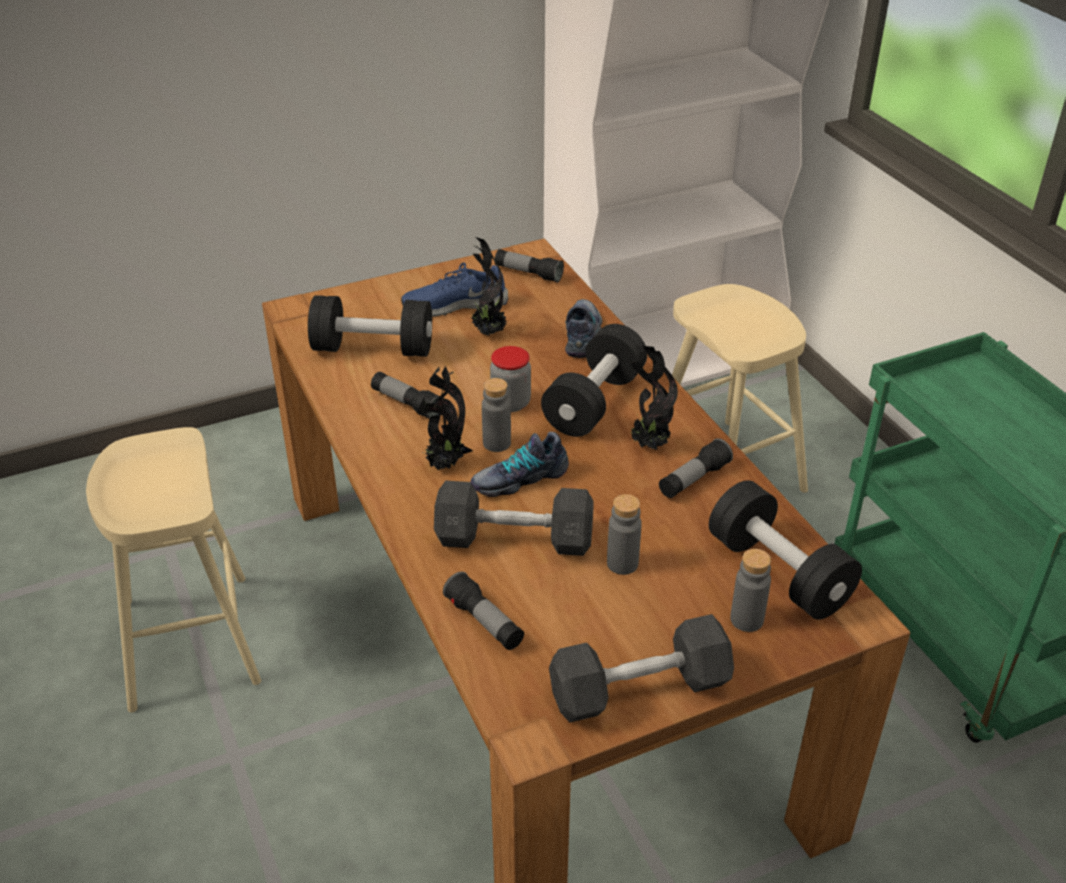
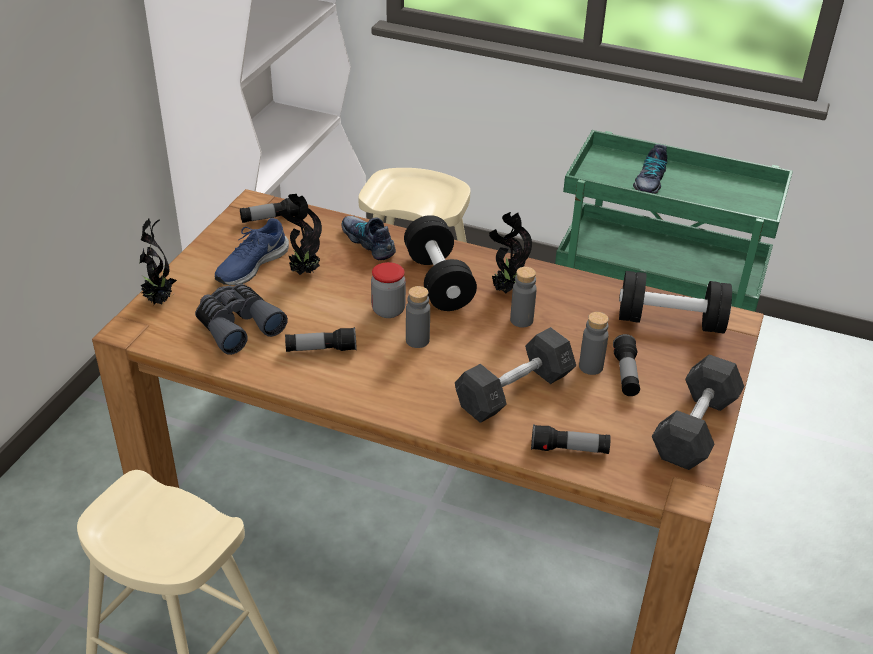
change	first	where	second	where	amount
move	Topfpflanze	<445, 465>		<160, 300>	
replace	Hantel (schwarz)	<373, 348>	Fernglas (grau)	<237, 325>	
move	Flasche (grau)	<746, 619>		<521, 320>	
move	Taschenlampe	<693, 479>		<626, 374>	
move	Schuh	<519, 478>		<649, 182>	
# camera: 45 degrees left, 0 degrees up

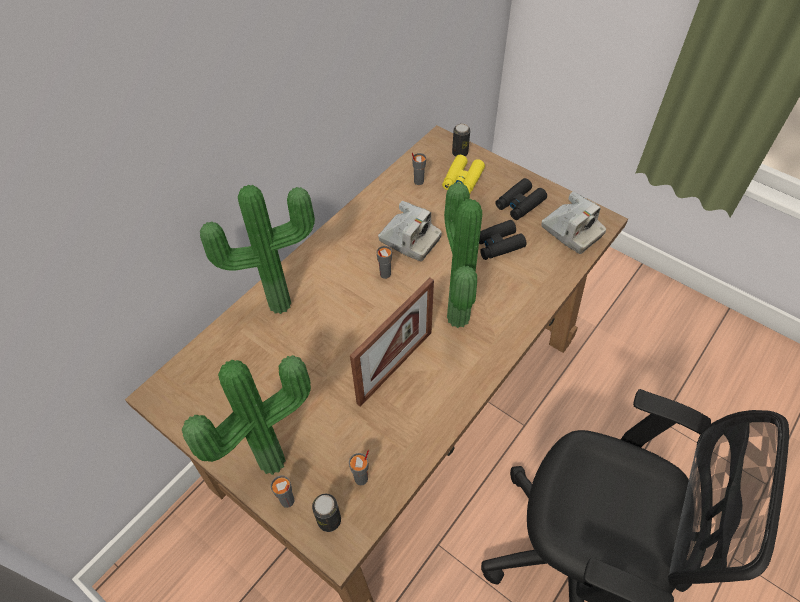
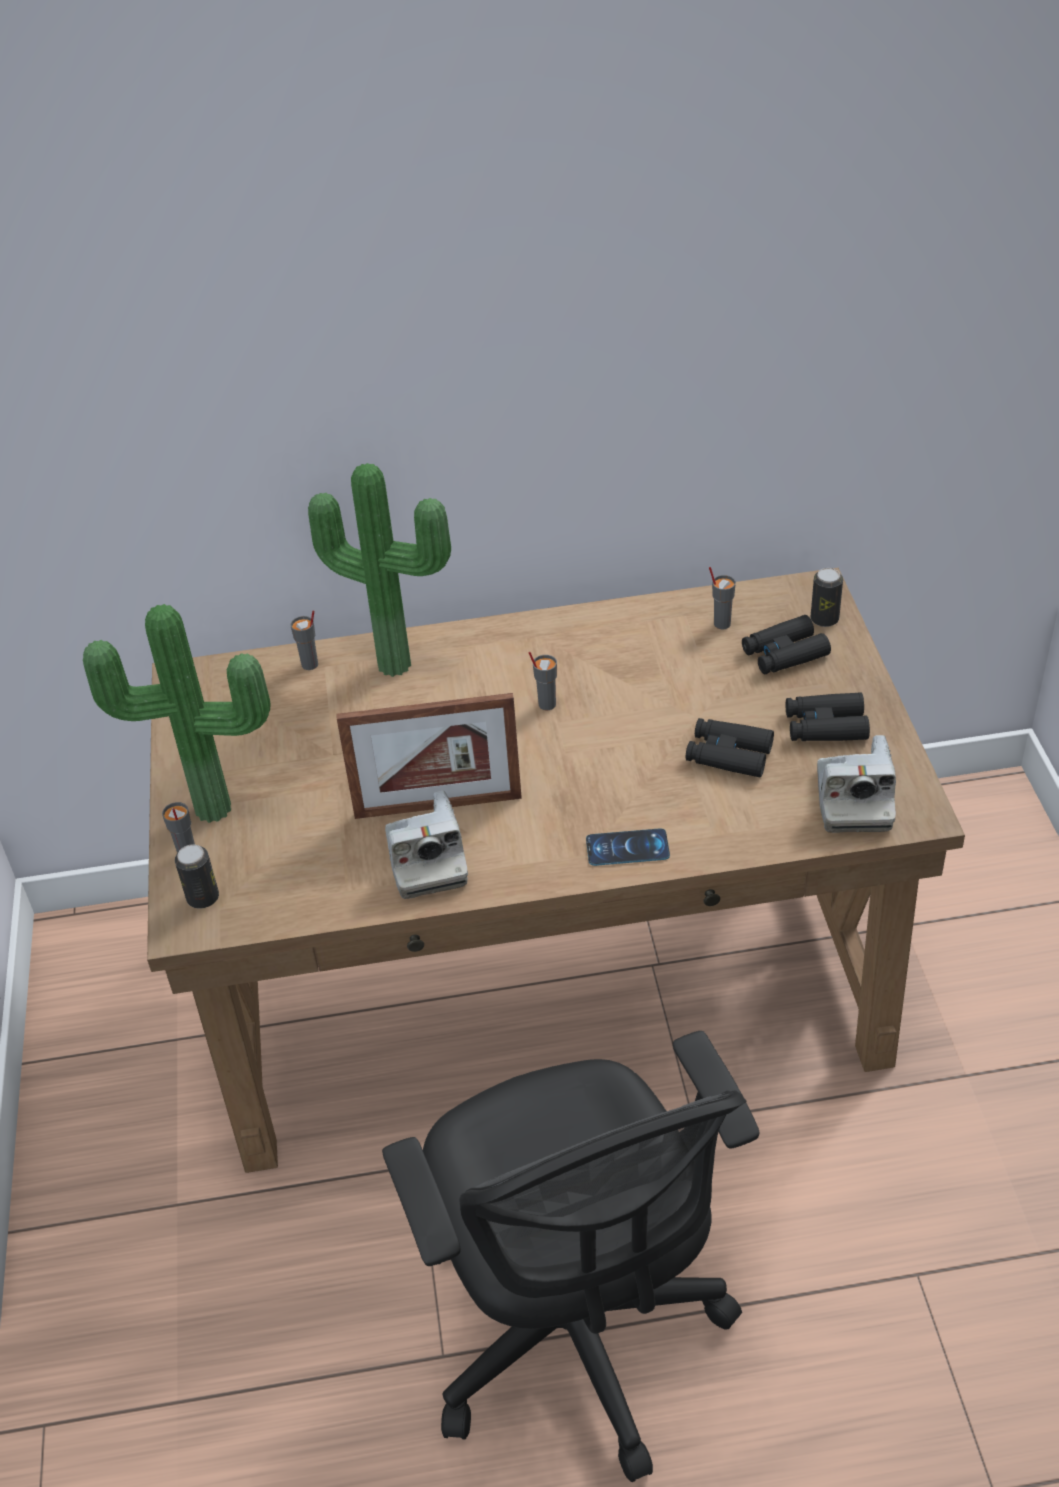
change	first	where	second	where	amount
move	Tasse (grau)	<361, 478>		<310, 664>	
move	Kamera	<409, 240>		<426, 861>	
insert			Handy	<627, 848>	
recolor	Fernglas (gelb)	<462, 180>	Fernglas (schwarz)	<784, 654>	
delete	Topfpflanze	<453, 319>			
# camera: 45 degrees right, 10 degrees down

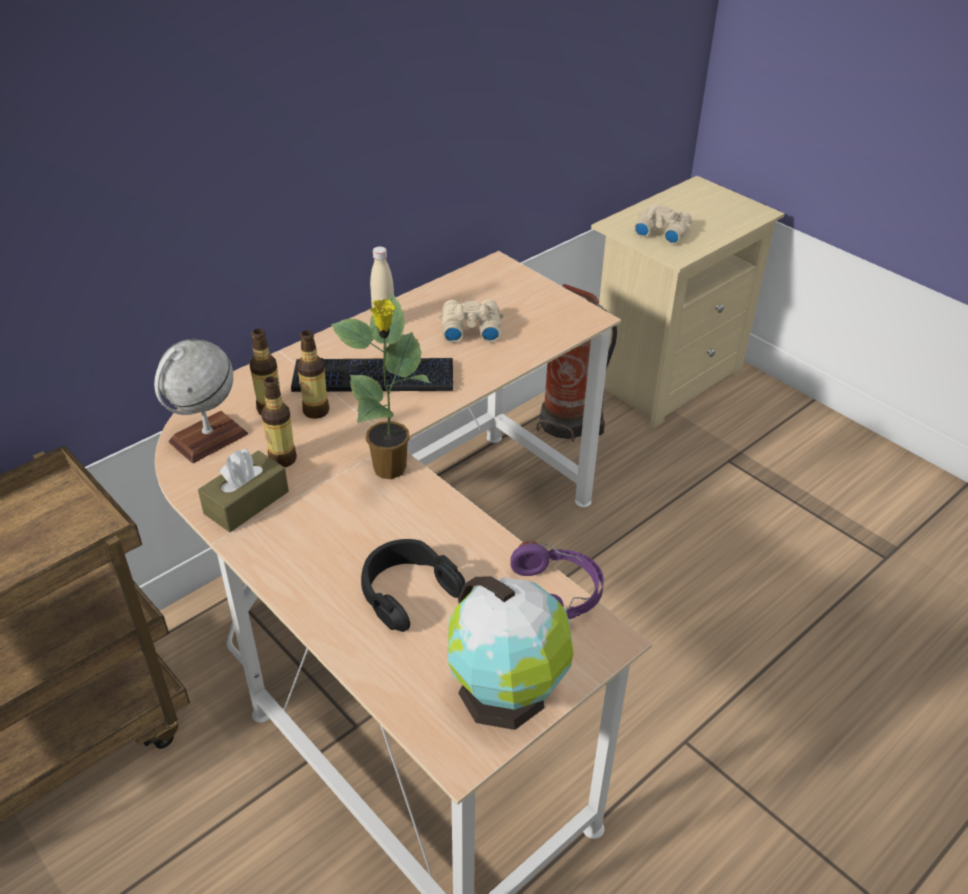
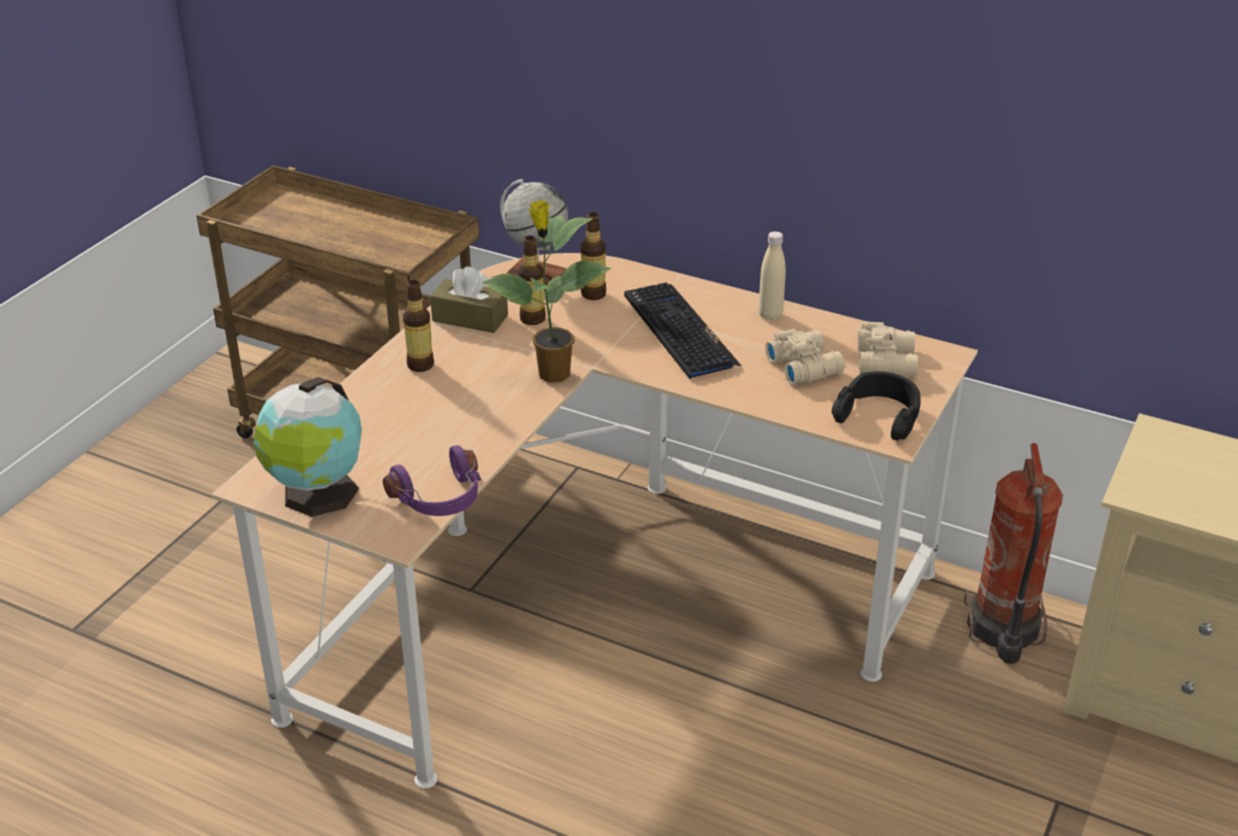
change	first	where	second	where	amount
move	Flasche	<316, 411>		<420, 365>	
move	Kopfhörer (schwarz)	<407, 591>		<879, 415>	
move	Fernglas (beige)	<661, 231>		<887, 361>	
# camera: 70 degrees right, 5 degrees down

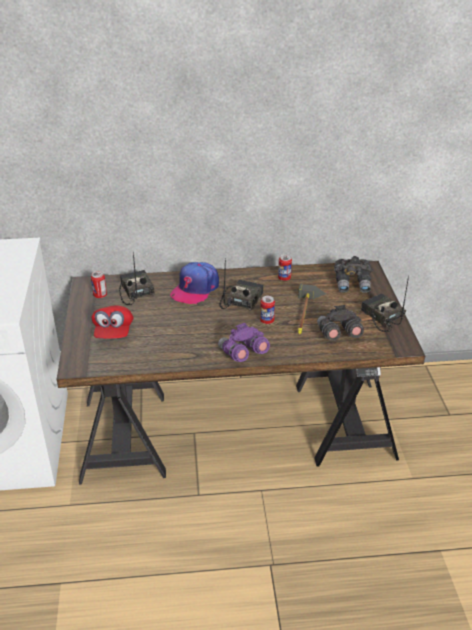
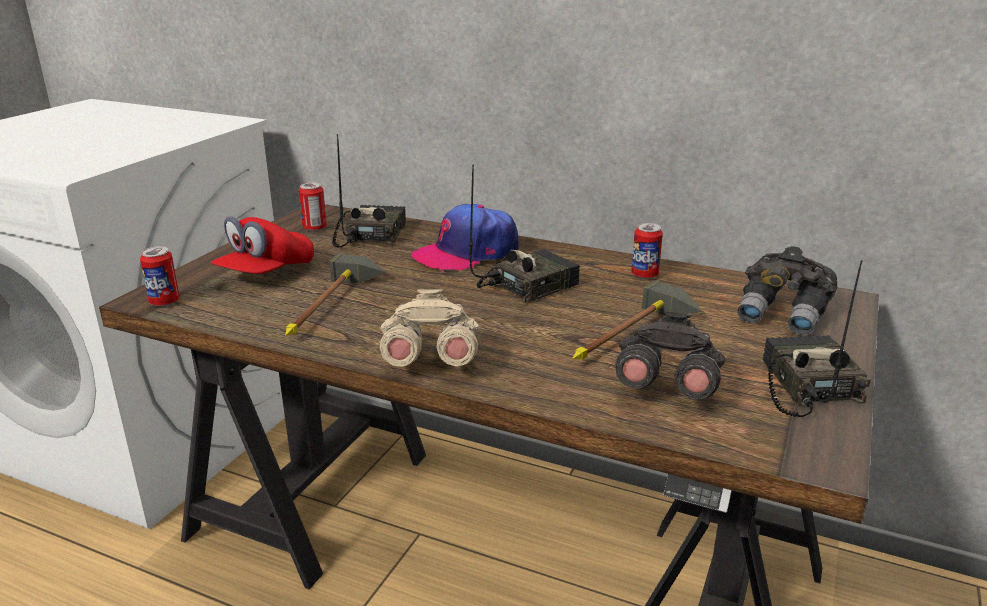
change	first	where	second	where	amount
move	Dose	<267, 321>		<165, 302>	
insert			Hammer	<333, 308>	
recolor	Fernglas (lila)	<242, 354>	Fernglas (beige)	<430, 362>	
# camera: 30 degrees right, 10 degrees down

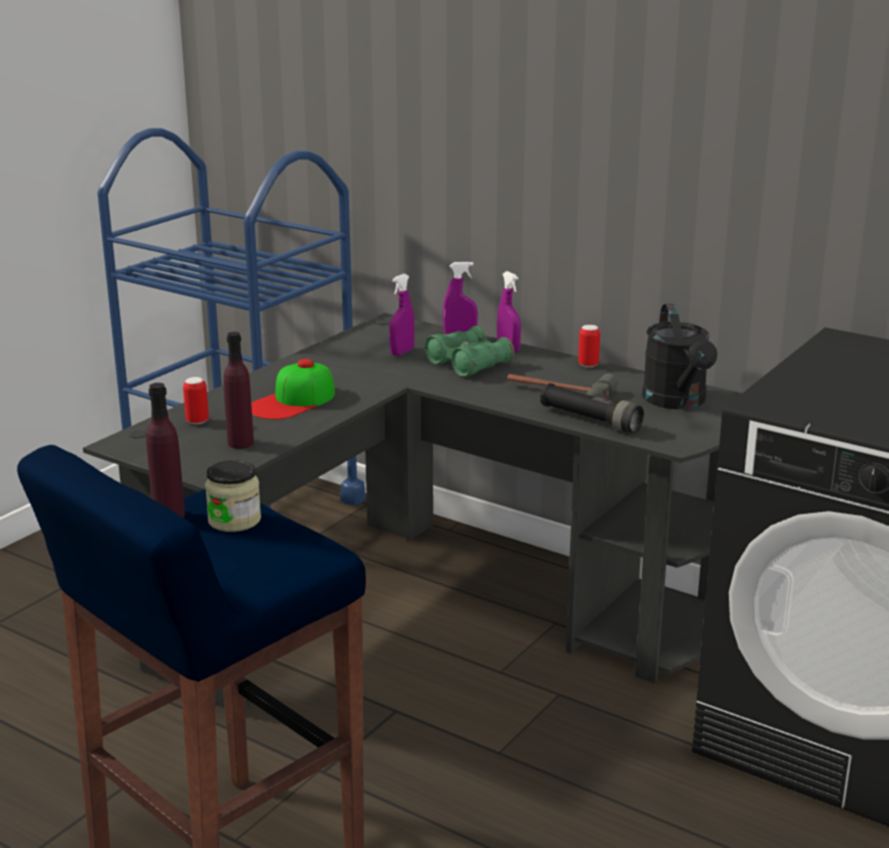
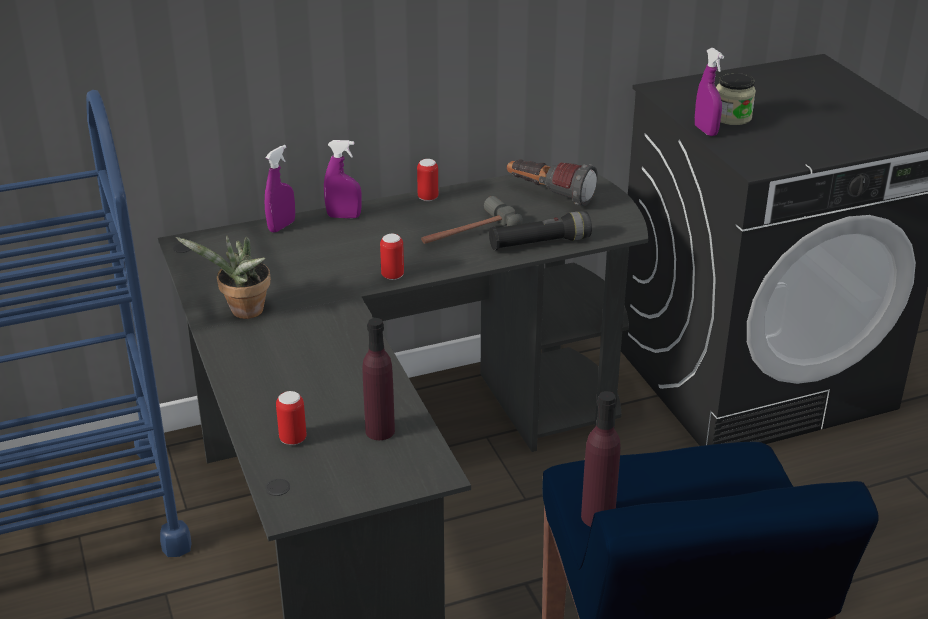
change	first	where	second	where	amount
insert			Topfpflanze	<243, 312>	
insert			Dose	<392, 276>	
replace	Gießkanne (schwarz)	<678, 402>	Taschenlampe	<549, 195>	
move	Sprühflasche (lila)	<402, 352>		<706, 131>	
move	Vorratsglas	<234, 520>		<732, 117>	
delete	Kappe	<292, 401>			
delete	Fernglas (grün)	<469, 364>			
# camera: 55 degrees left, 10 degrees up

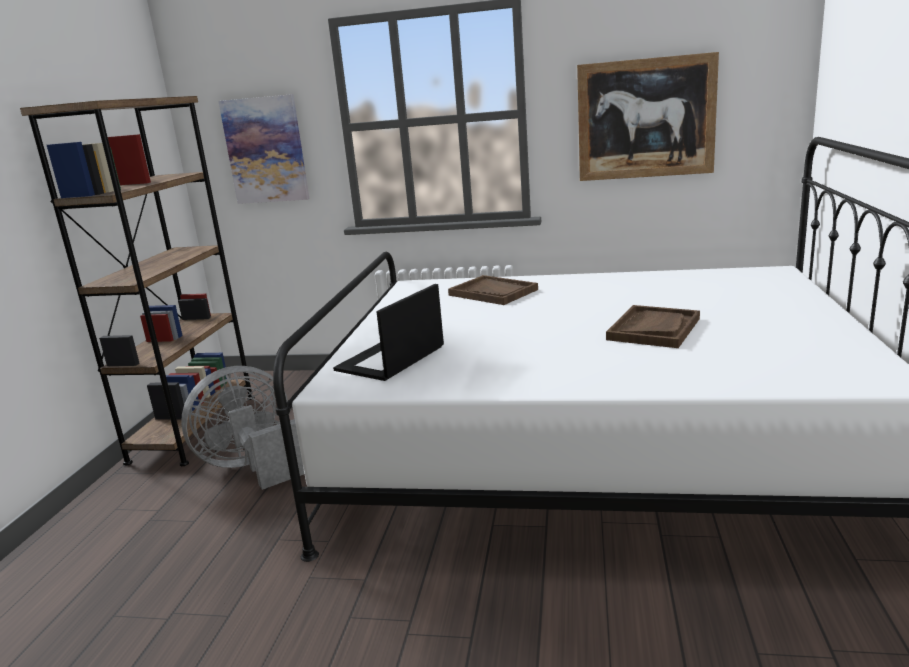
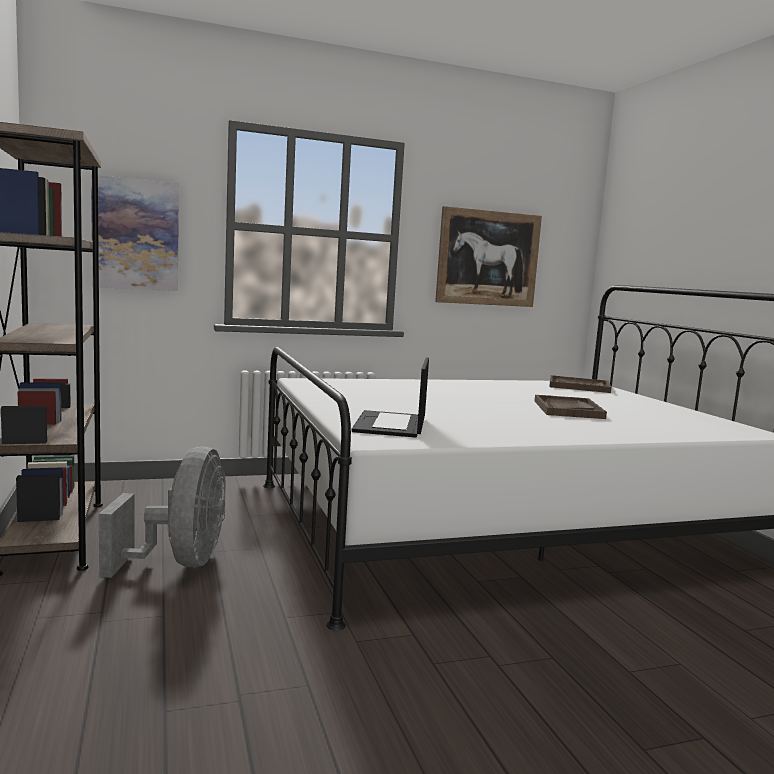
change	first	where	second	where	amount
rotate	Ventilator (grau)	<254, 467>		<180, 563>	150 degrees clockwise
move	Tablett (braun)	<493, 292>		<579, 386>	
# camera: 30 degrees left, 10 degrees down

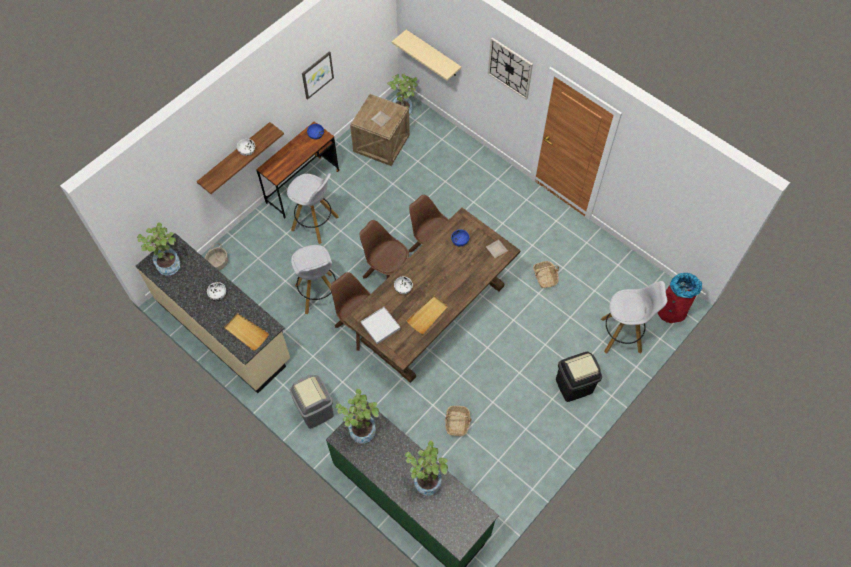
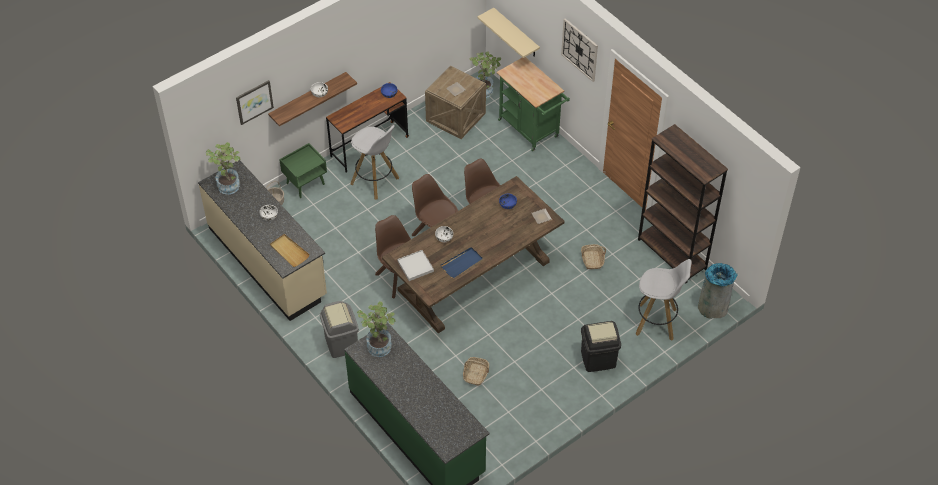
change	first	where	second	where	amount
move	Bild	<317, 75>		<254, 101>	
insert			Nachttisch (grün)	<305, 183>	
recolor	Tablett (beige)	<428, 315>	Tablett (blau)	<462, 264>	
insert			Rollwagen (grün)	<531, 130>	
insert			Bücherregal (braun)	<672, 254>	
recolor	Mülleimer (rot)	<672, 310>	Mülleimer (grau)	<713, 307>	
delete	Hocker (weiß)	<319, 294>			
delete	Topfpflanze	<427, 478>			
# camera: 10 degrees right, 10 degrees down

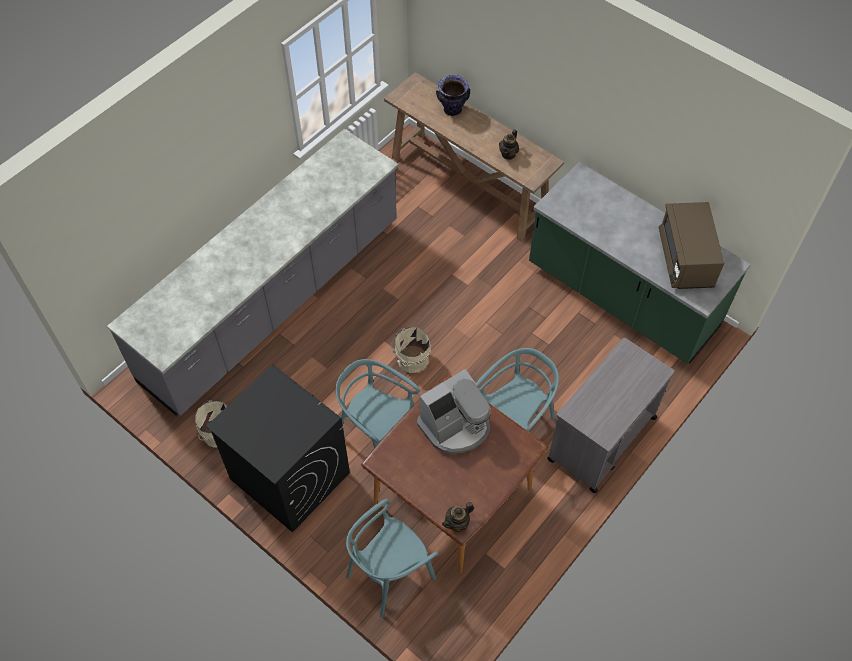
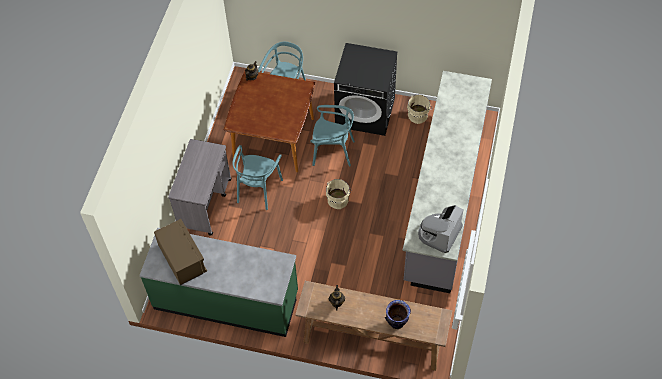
change	first	where	second	where	amount
move	Kaffeemaschine	<455, 426>		<439, 233>	
# camera: 155 degrees right, 0 degrees up

